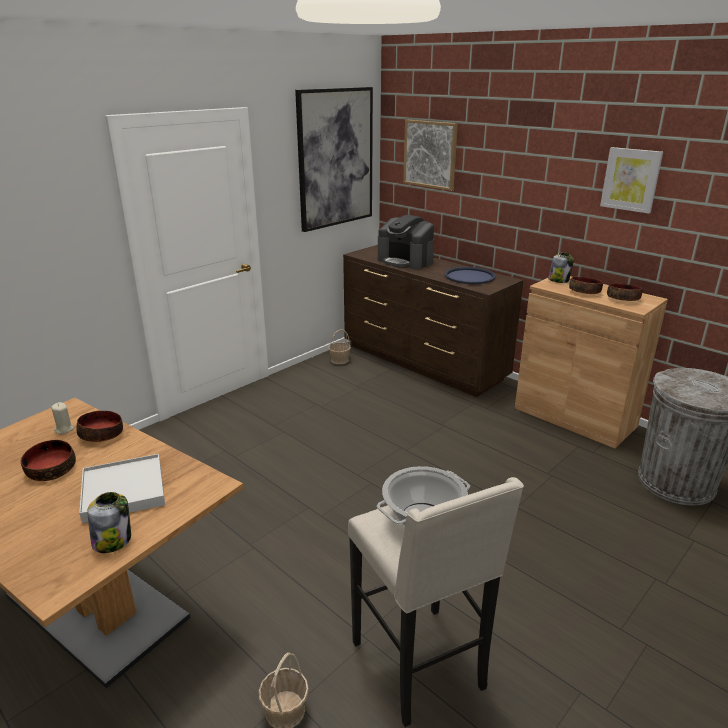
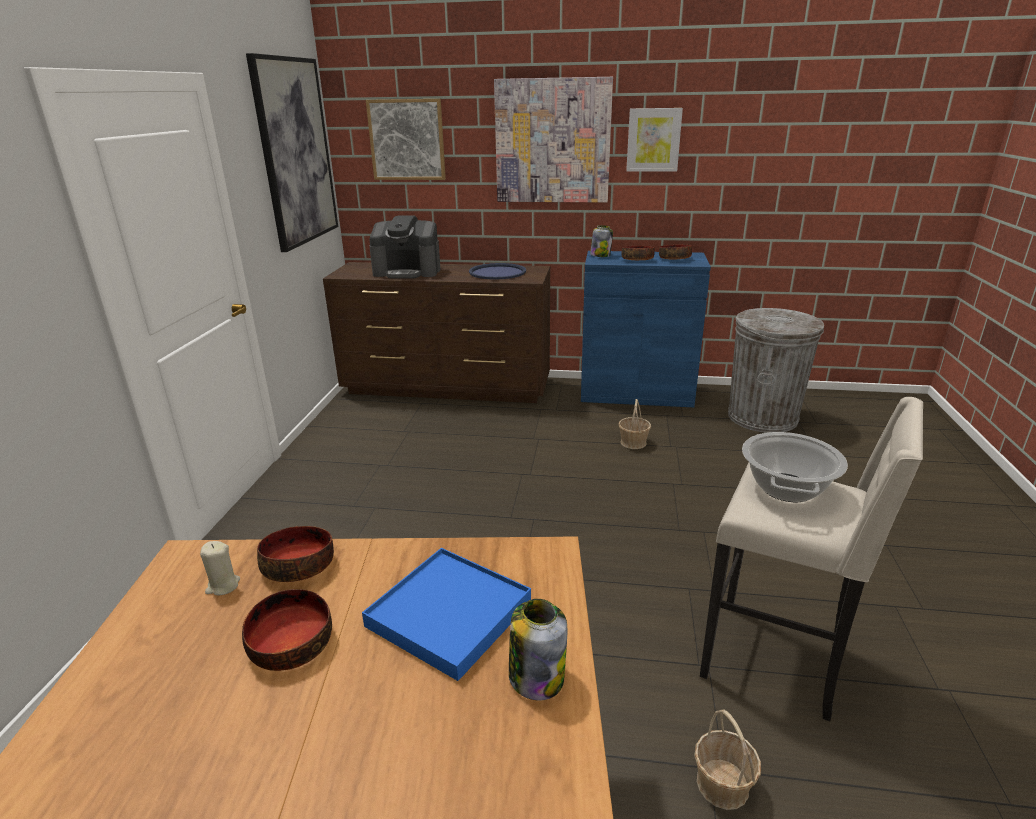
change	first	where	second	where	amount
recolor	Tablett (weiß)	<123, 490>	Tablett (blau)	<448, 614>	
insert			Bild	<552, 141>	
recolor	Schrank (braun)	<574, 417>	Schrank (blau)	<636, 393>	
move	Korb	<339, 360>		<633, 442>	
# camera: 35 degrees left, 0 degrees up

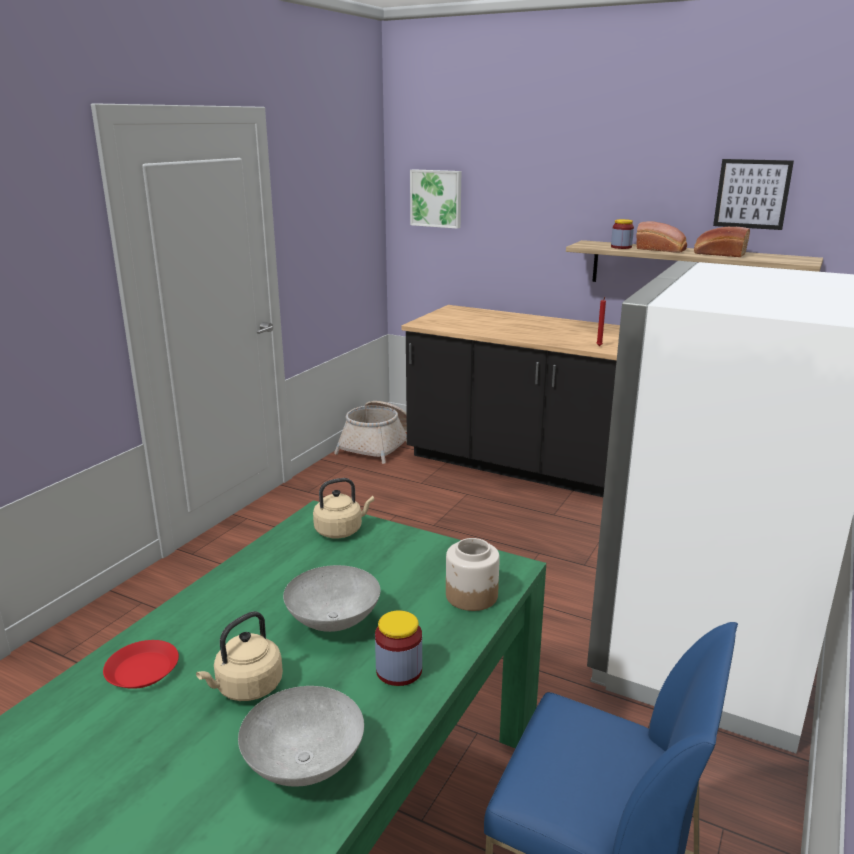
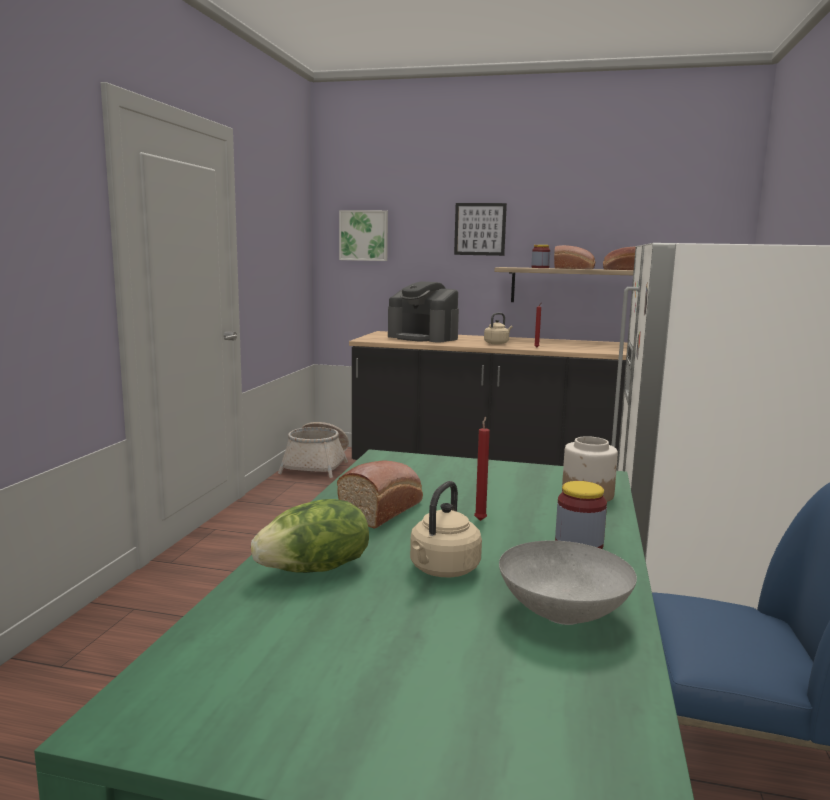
change	first	where	second	where	amount
replace	Teller (rot)	<143, 670>	Salatkopf	<316, 569>	
insert			Brot	<384, 510>	
insert			Kaffeemaschine	<423, 338>	
move	Bild	<752, 194>		<480, 229>	
replace	Schüssel (grau)	<335, 621>	Kerze (rot)	<480, 520>	
move	Wasserkessel (beige)	<341, 530>		<497, 343>	
# camera: 15 degrees left, 10 degrees down

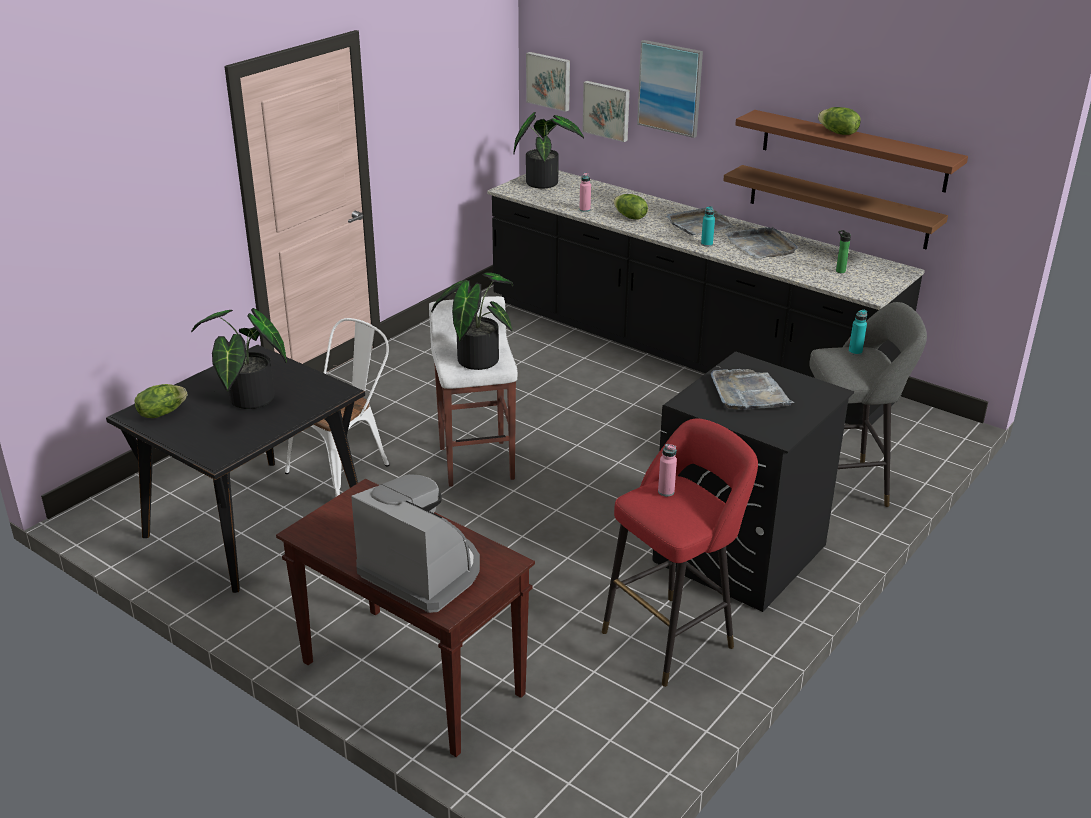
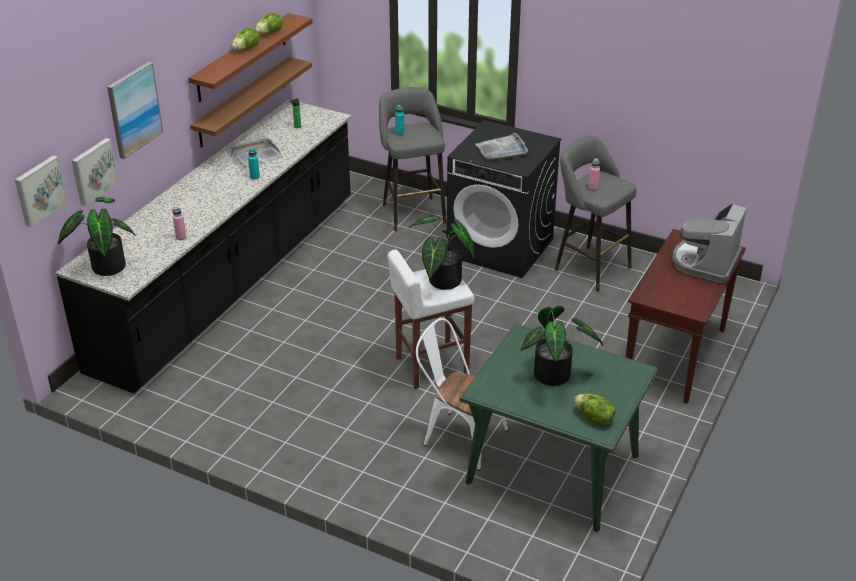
change	first	where	second	where	amount
move	Salatkopf	<629, 217>		<270, 33>	
recolor	Esstisch (schwarz)	<254, 523>	Esstisch (grün)	<553, 469>	
recolor	Hocker (rot)	<673, 636>	Hocker (grau)	<589, 267>	
delete	Tablett (grau)	<699, 225>			
# camera: 100 degrees left, 5 degrees up

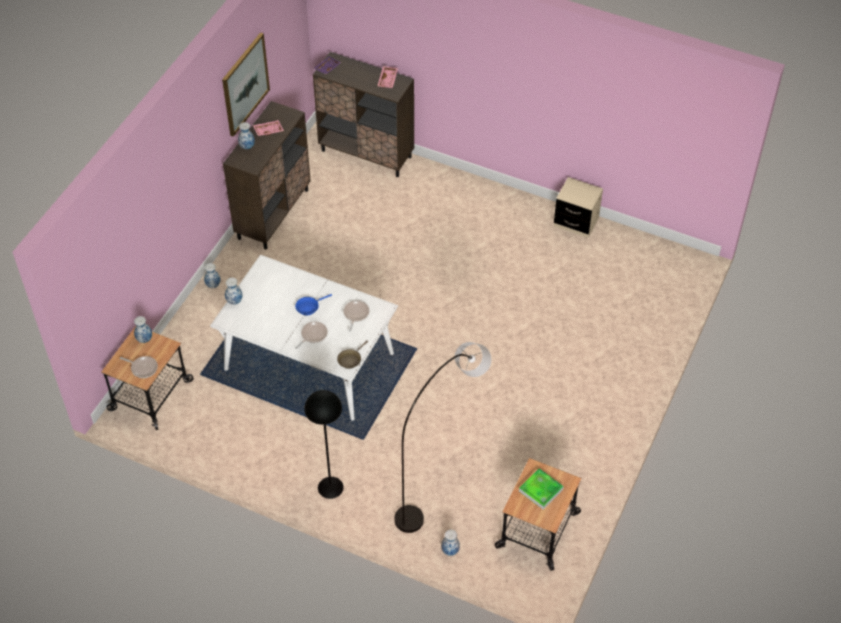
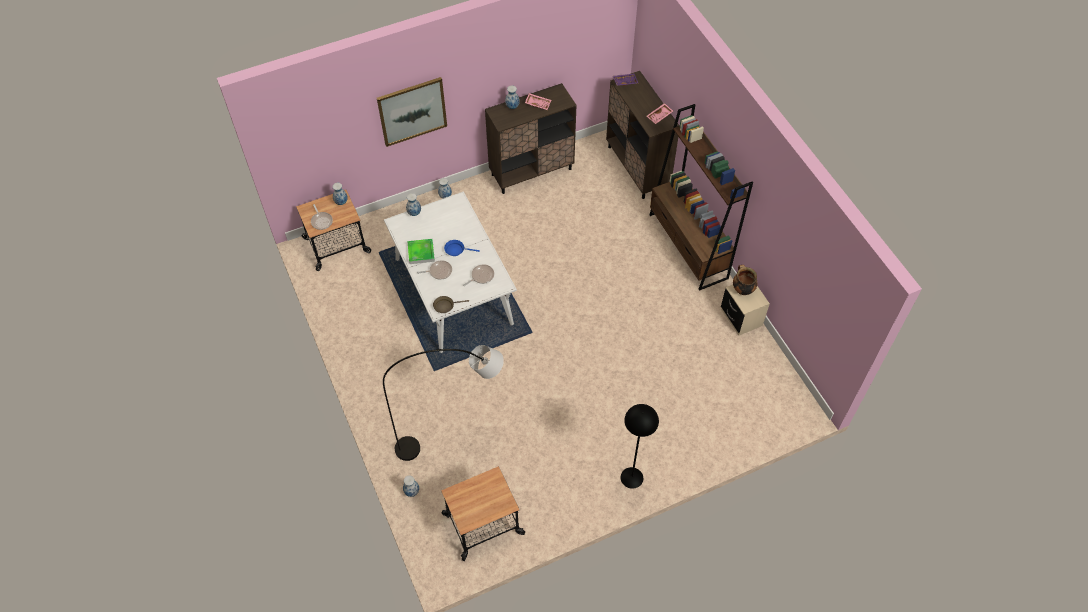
change	first	where	second	where	amount
move	Bild	<245, 84>		<412, 111>	
move	Tablett	<541, 490>		<421, 252>	
move	Stehlampe (schwarz)	<330, 487>		<631, 478>	
insert			Bücherregal (braun)	<688, 246>	
insert			Kochtopf	<742, 289>	
# camera: 40 degrees right, 5 degrees up

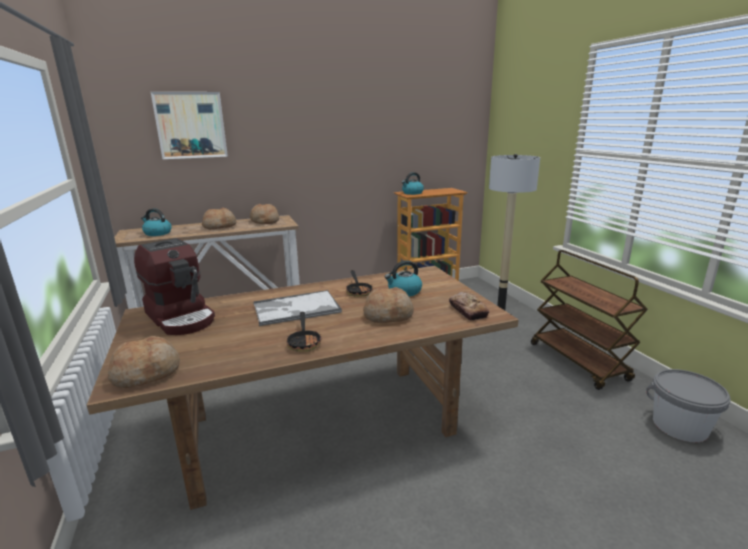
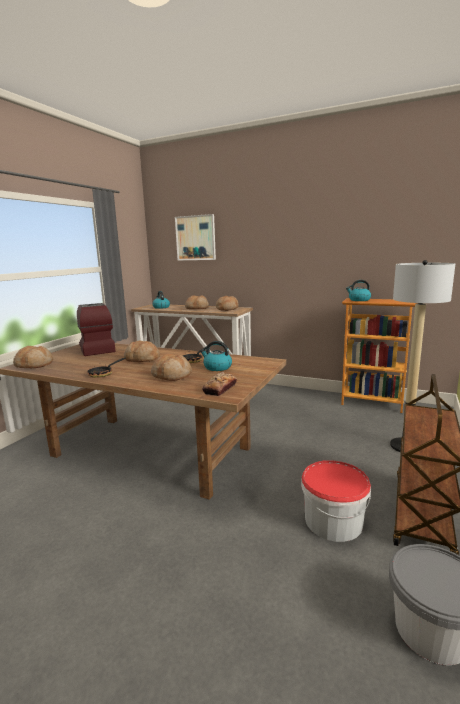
change	first	where	second	where	amount
rotate	Kaffeemaschine	<181, 317>		<96, 349>	150 degrees clockwise
replace	Tablett	<295, 309>	Brot	<142, 359>	
insert			Eimer	<333, 521>	
# camera: 45 degrees right, 5 degrees down

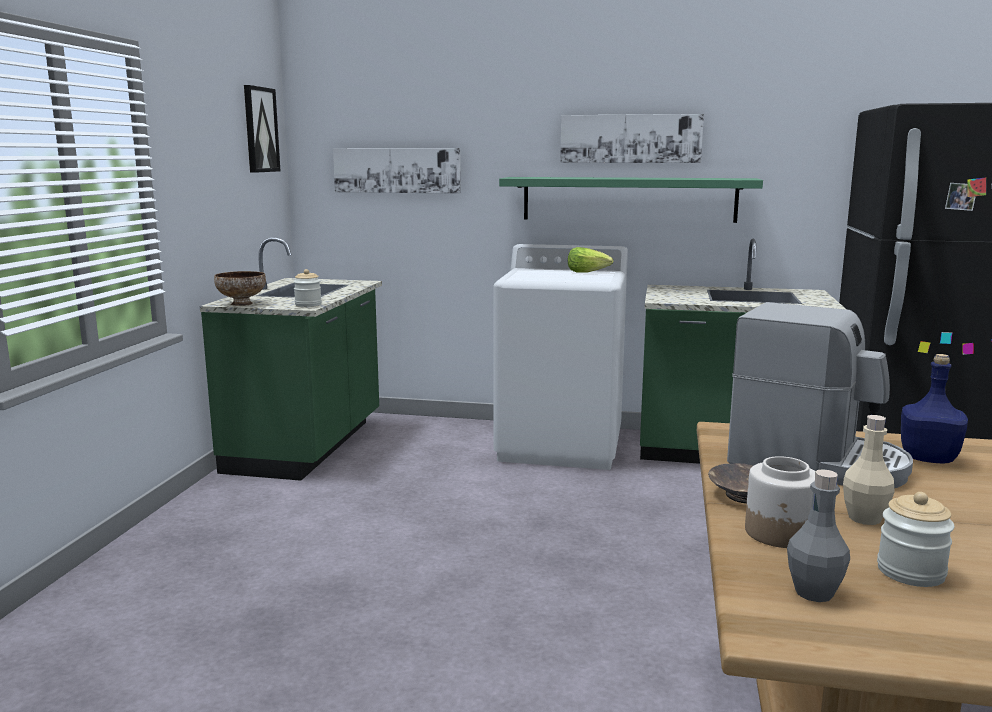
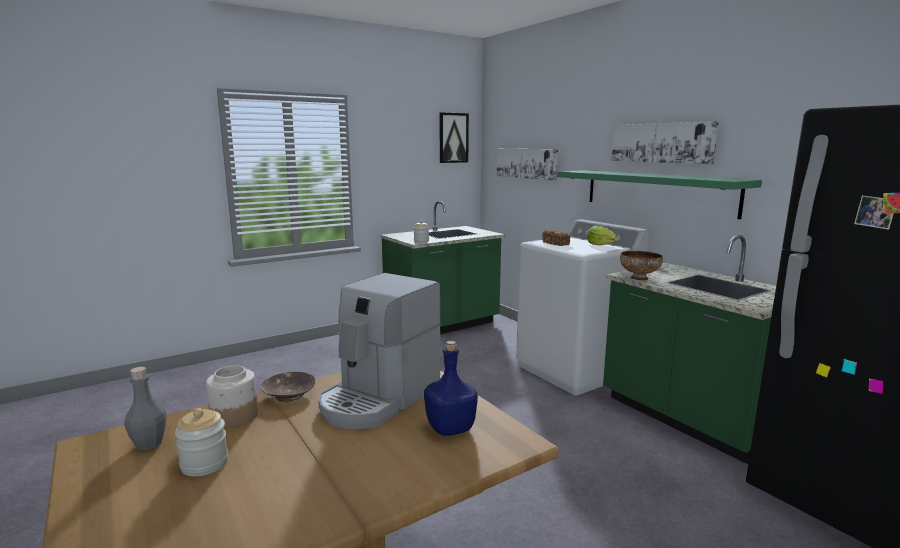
change	first	where	second	where	amount
rotate	Kaffeemaschine	<816, 463>		<379, 398>	45 degrees clockwise
insert			Brot	<555, 243>	
move	Schüssel	<241, 304>		<639, 278>	
delete	Flasche (beige)	<864, 518>			
# camera: 45 degrees right, 0 degrees up

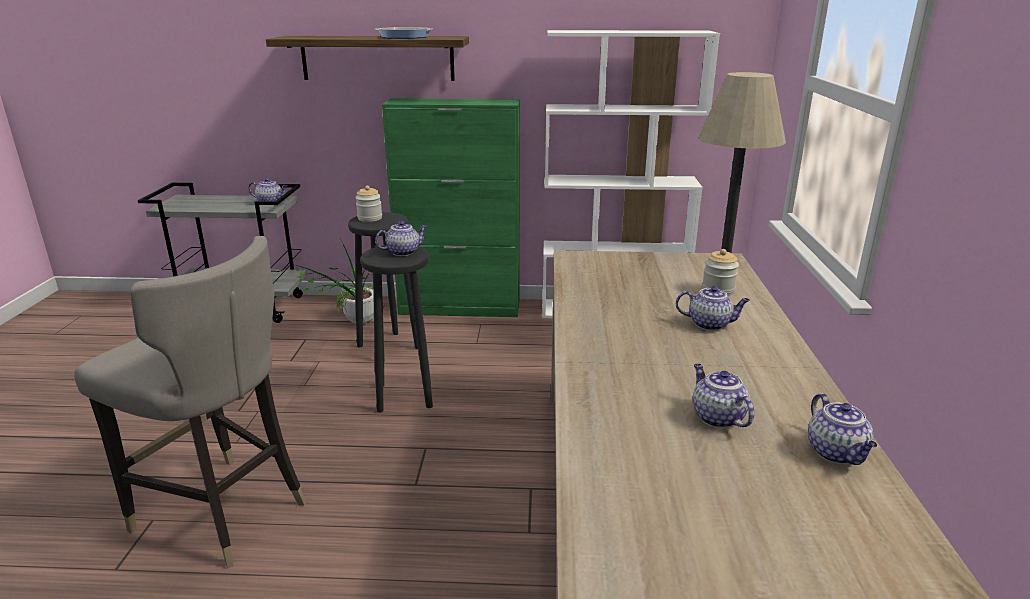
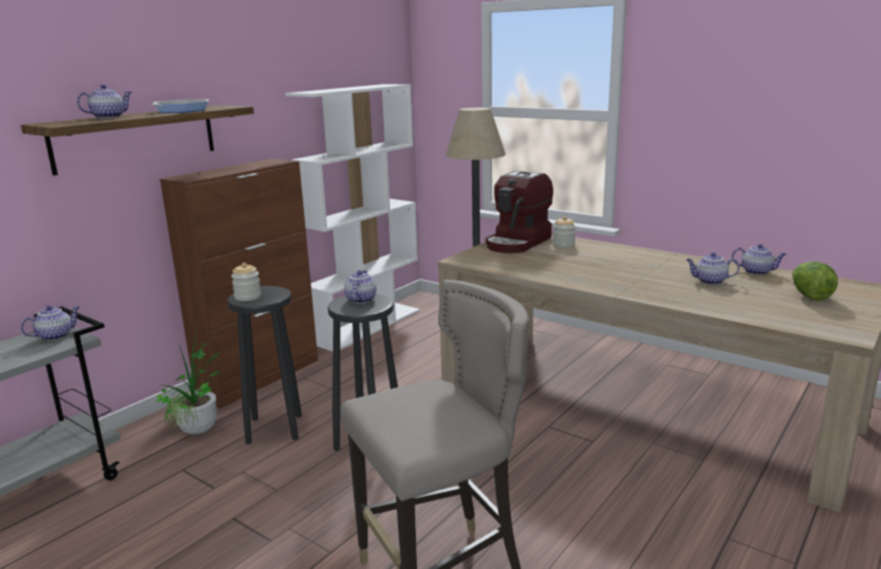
change	first	where	second	where	amount
move	Teekanne	<710, 324>		<109, 117>	
recolor	Schrank (grün)	<460, 308>	Schrank (braun)	<260, 377>	
insert			Kaffeemaschine	<518, 243>	
insert			Salatkopf	<809, 296>	
# camera: 55 degrees left, 5 degrees down

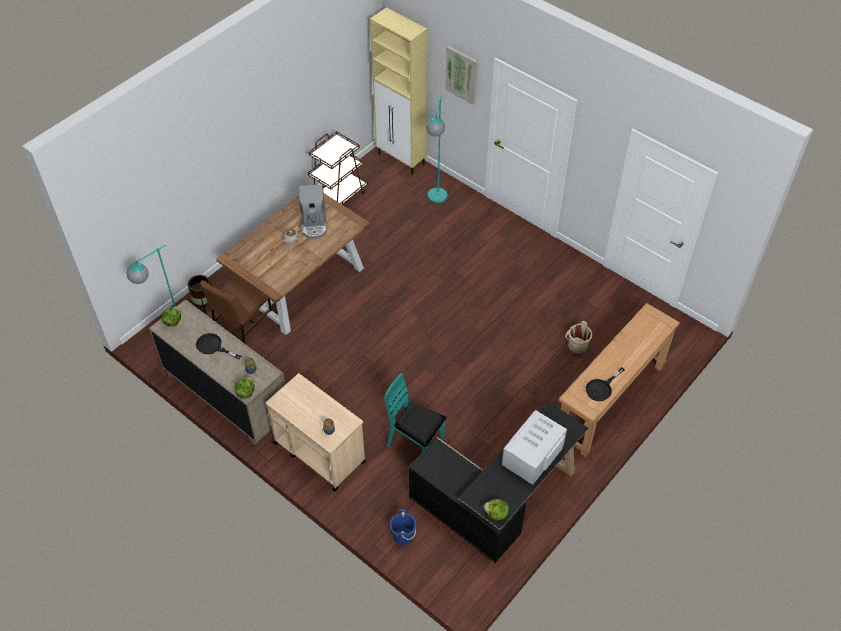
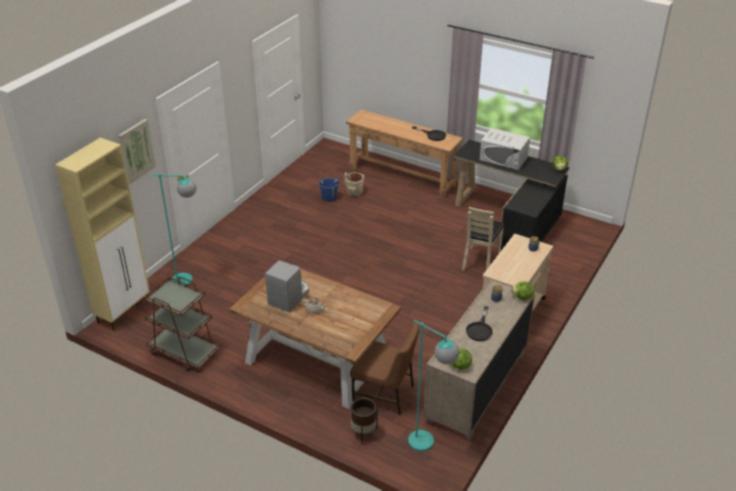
change	first	where	second	where	amount
rotate	Kaffeemaschine	<314, 224>		<289, 297>	45 degrees counterclockwise
move	Eimer (blau)	<403, 535>		<329, 197>	
recolor	Stuhl (türkis)	<415, 445>	Stuhl (beige)	<480, 261>	
# camera: 100 degrees left, 15 degrees down

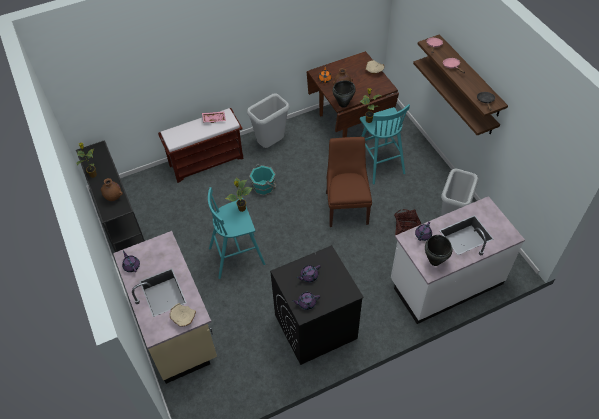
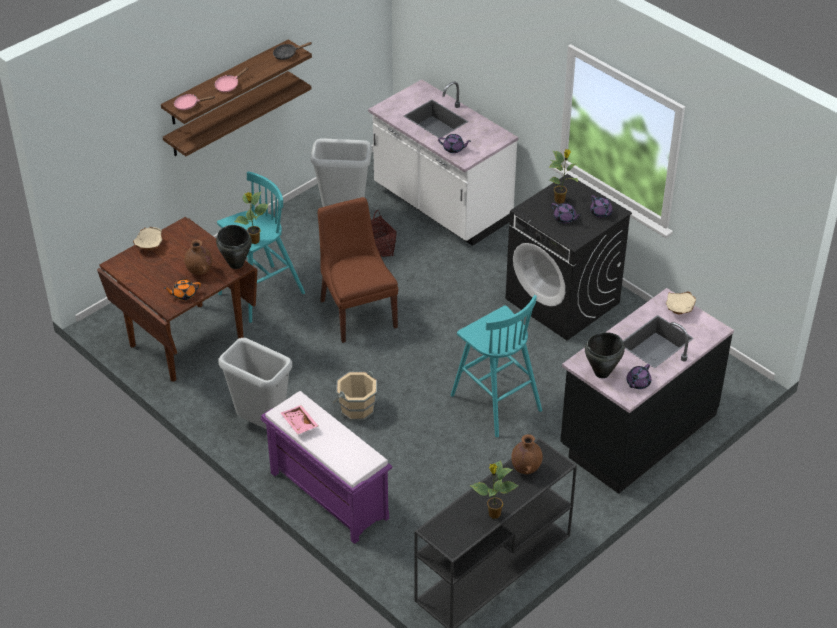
change	first	where	second	where	amount
recolor	Bank (braun)	<207, 161>	Bank (lila)	<327, 495>	
rotate	Stuhl (braun)	<346, 206>		<357, 312>	90 degrees clockwise
recolor	Eimer (türkis)	<264, 187>	Eimer (beige)	<356, 408>	
move	Topfpflanze	<241, 209>		<560, 200>	
recolor	Küchenzeile (beige)	<176, 327>	Küchenzeile (schwarz)	<637, 431>	
move	Kochtopf (schwarz)	<434, 261>		<602, 373>	
# camera: 110 degrees left, 10 degrees down

